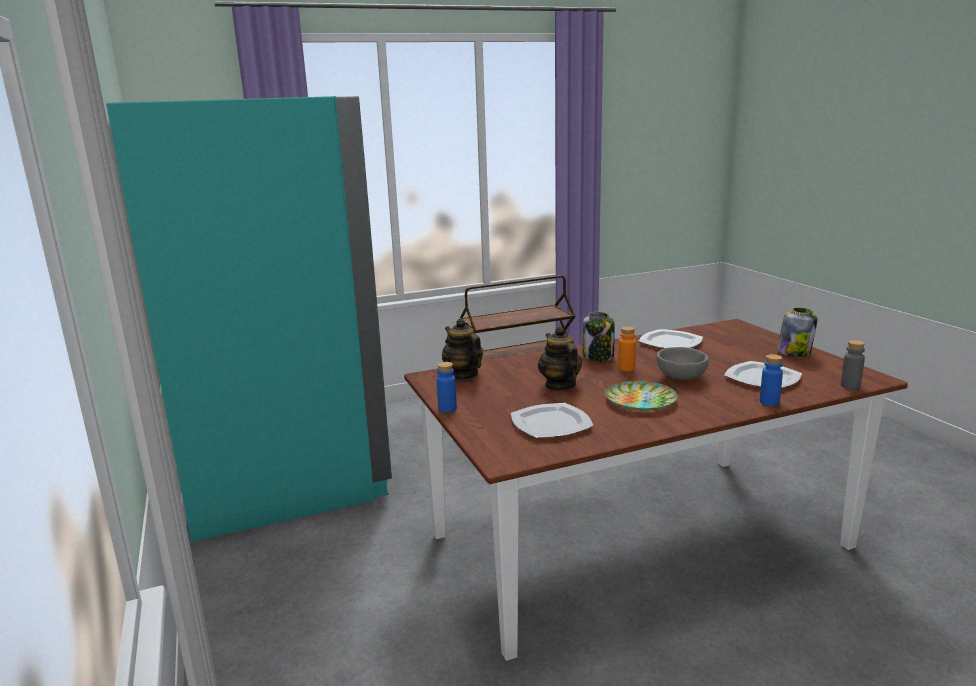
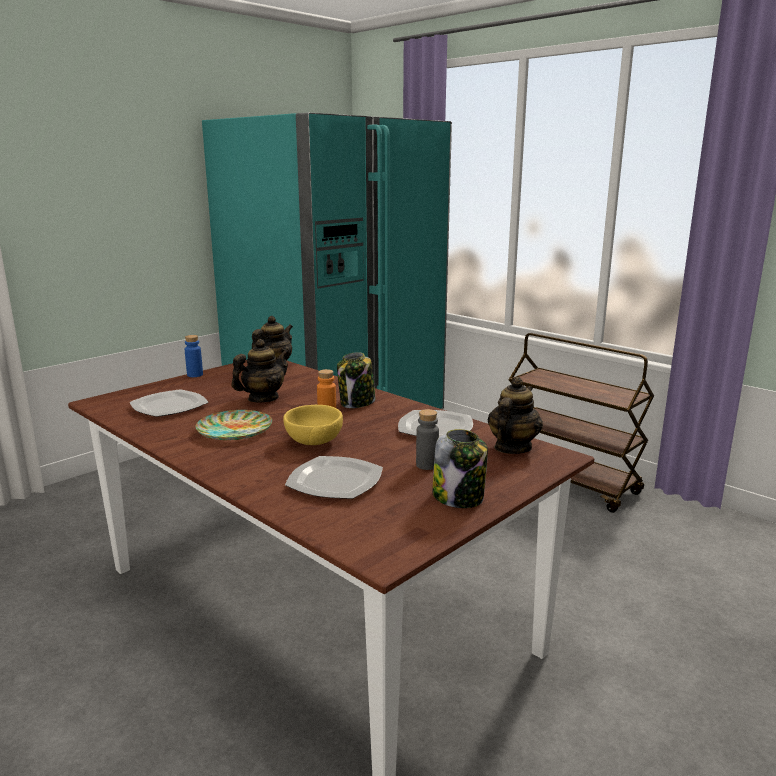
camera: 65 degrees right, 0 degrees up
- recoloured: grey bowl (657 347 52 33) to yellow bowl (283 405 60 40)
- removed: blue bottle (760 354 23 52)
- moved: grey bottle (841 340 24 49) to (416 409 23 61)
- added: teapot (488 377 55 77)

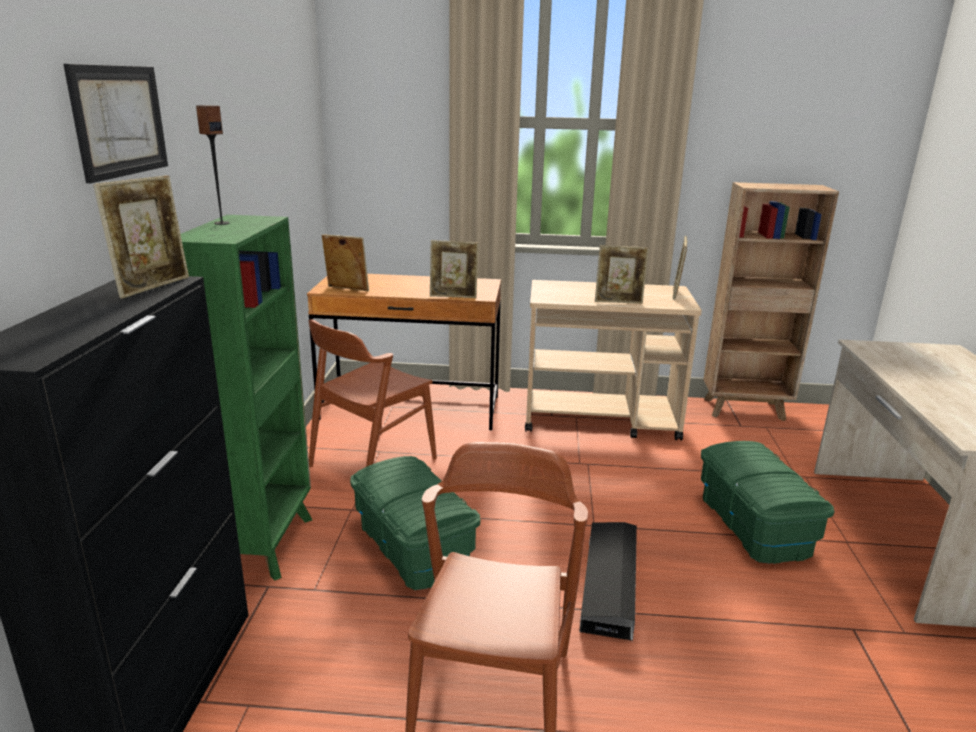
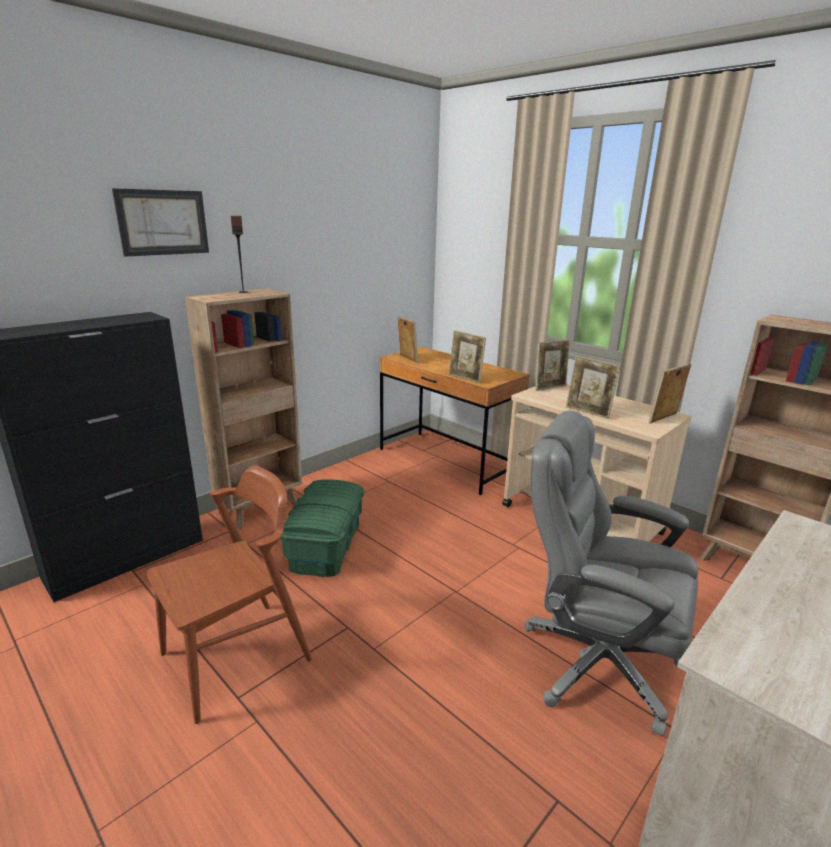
camera: 40 degrees right, 0 degrees up
- moved: picture frame (93 175 96 124) to (535 339 35 52)
- recoloured: green bookcase (180 215 132 366) to brown bookcase (185 289 117 240)
- removed: brown chair (308 319 129 148)
- removed: black storage box (579 522 58 119)
- replaced: green storage box (701 441 134 123) to grey office chair (525 410 173 327)

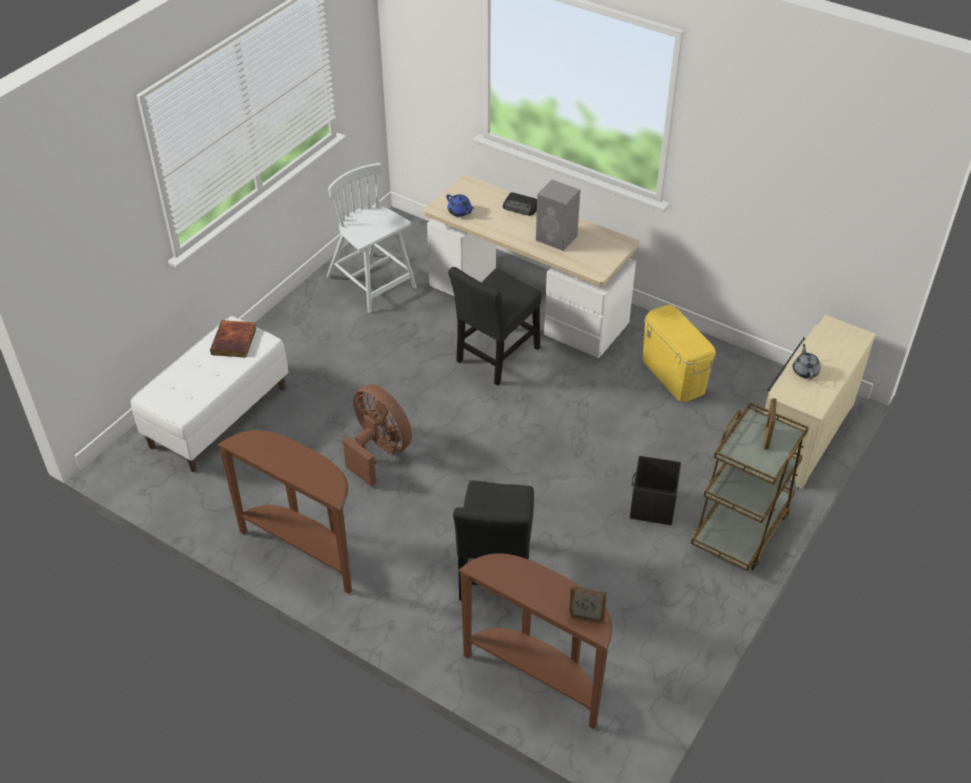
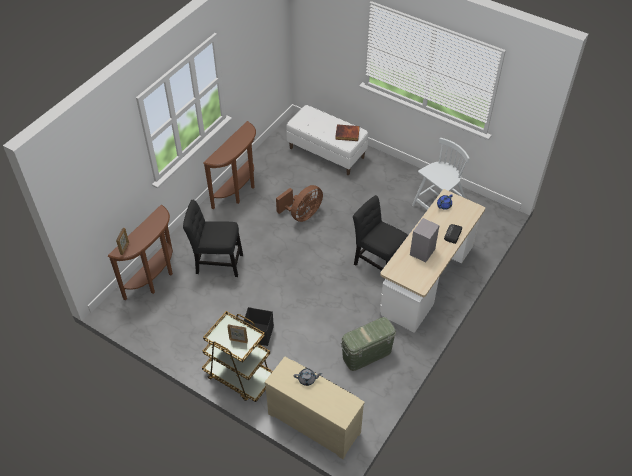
camera: 90 degrees right, 5 degrees up
- recoloured: yellow storage box (643 305 73 97) to green storage box (341 317 55 54)

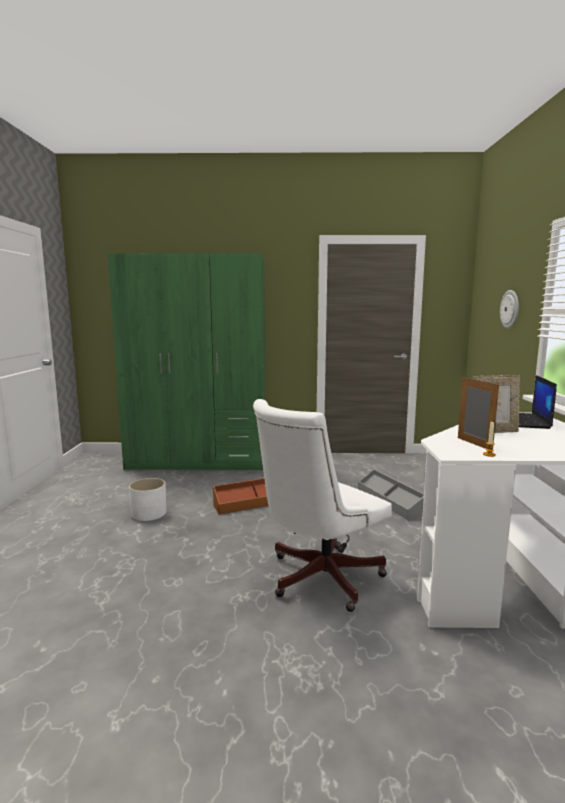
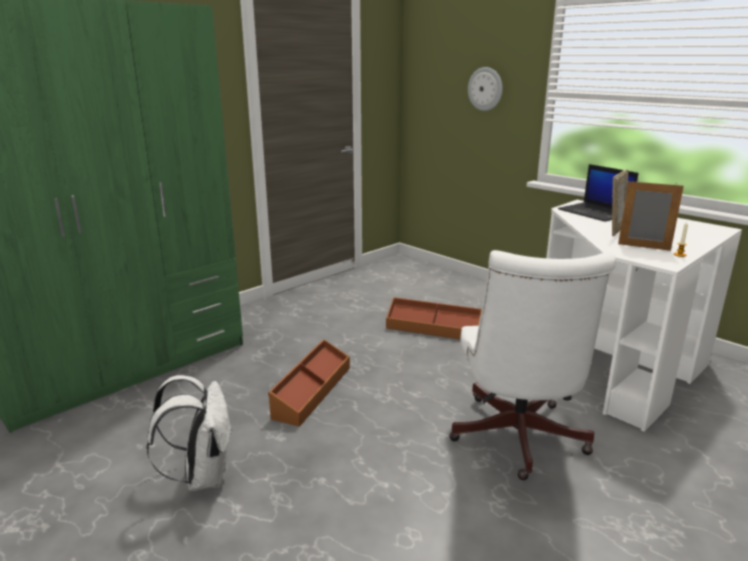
camera: 45 degrees left, 10 degrees up
- replaced: white planter (129 478 37 43) to white backpack (146 375 87 116)
- recoloured: grey storage box (358 469 66 51) to brown storage box (386 297 96 42)

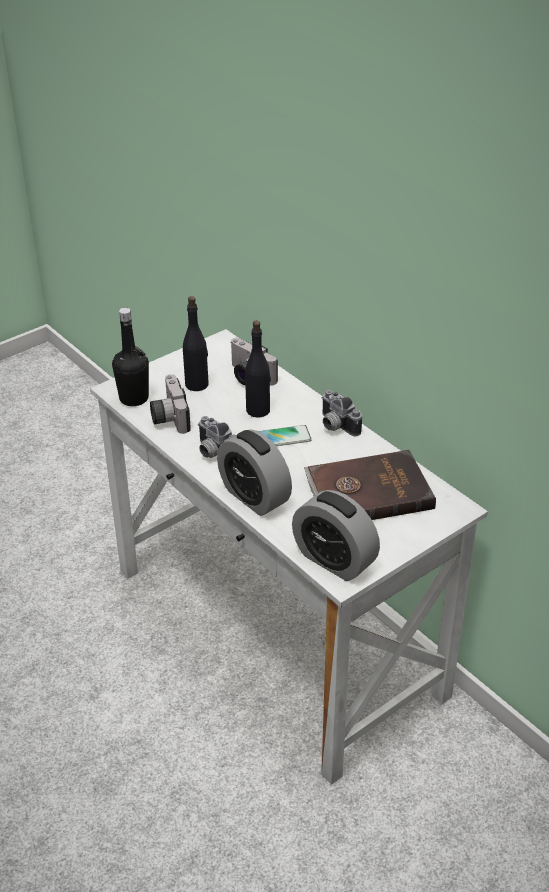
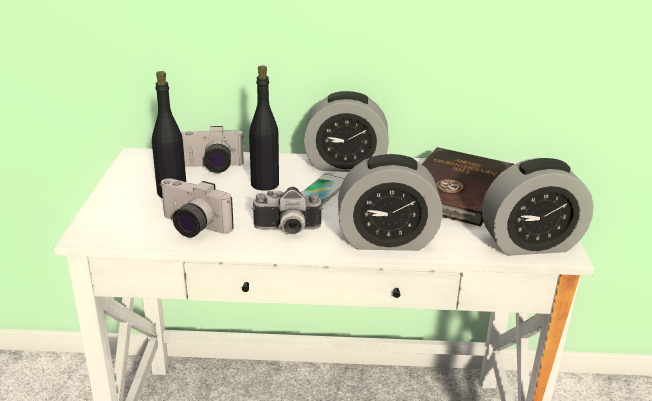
camera: 50 degrees left, 10 degrees down
- removed: black bottle (112 308 37 98)
- replaced: photo camera (322 390 40 46) to alarm clock (304 91 85 81)

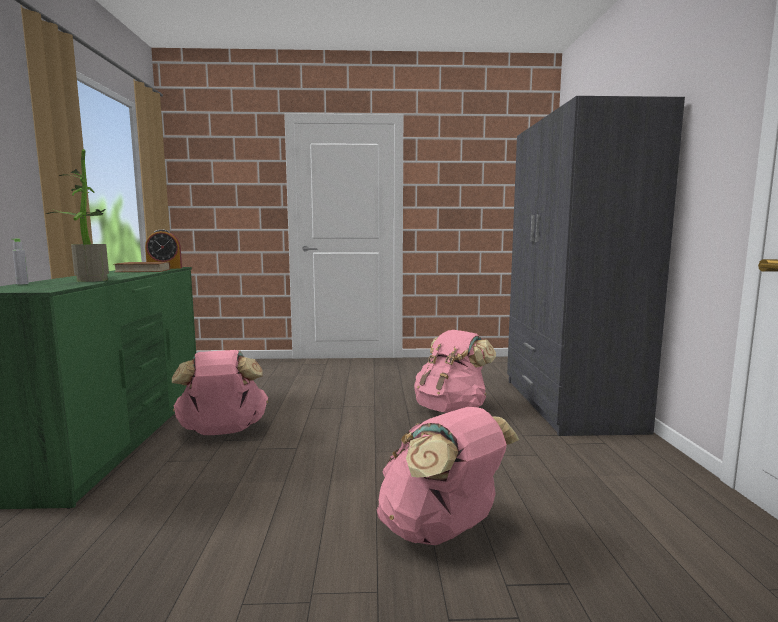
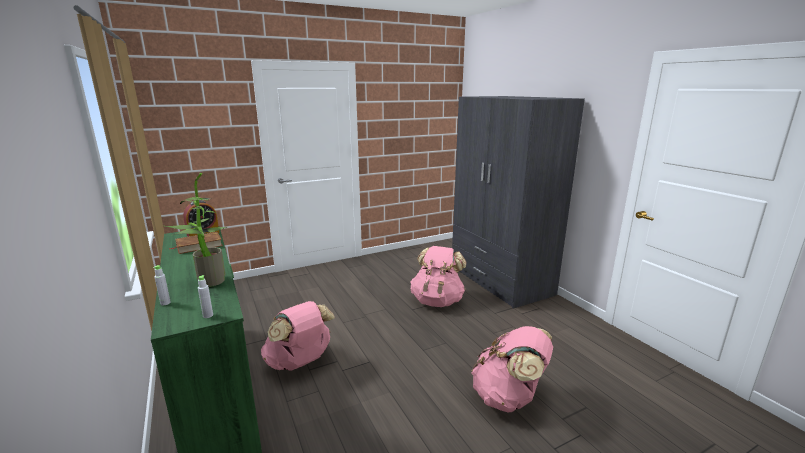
camera: 25 degrees left, 10 degrees up
- added: grey bottle (198 275 15 43)

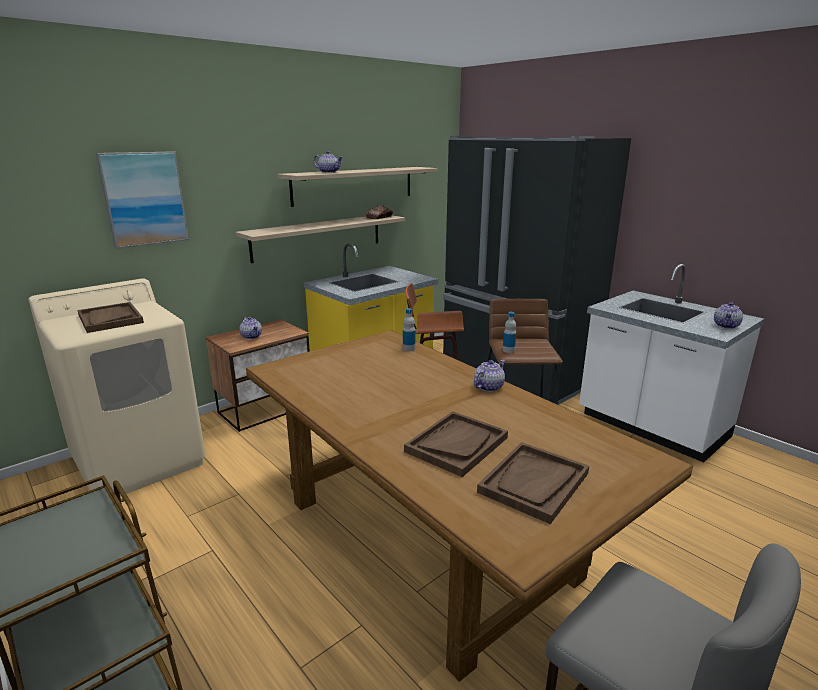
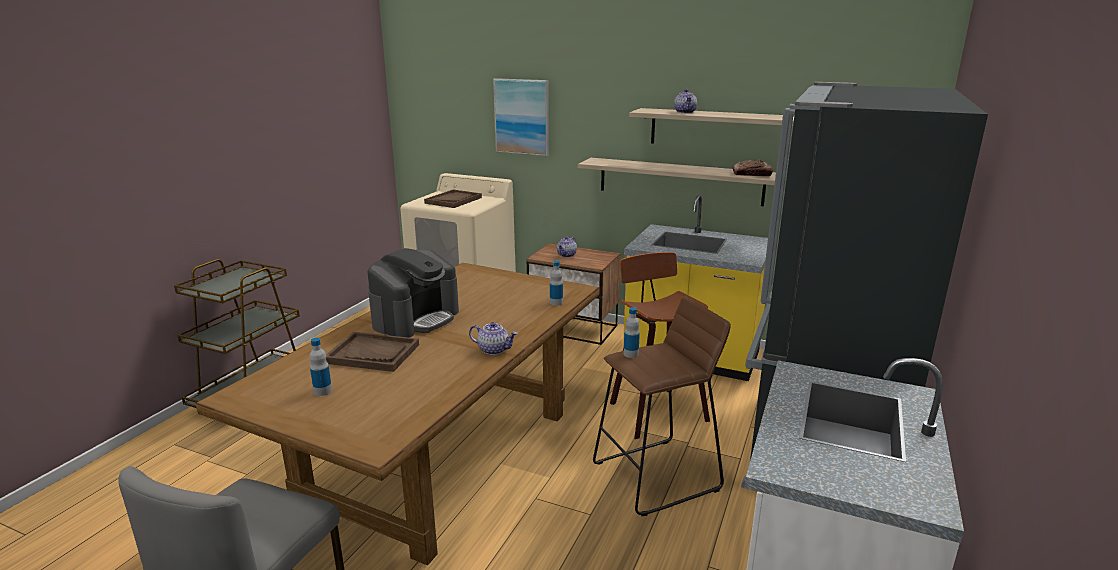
camera: 65 degrees right, 0 degrees up
- replaced: brown tray (477 442 112 82) to bottle (309 338 23 58)
- removed: teapot (714 302 29 27)
- added: coffee machine (367 248 92 90)

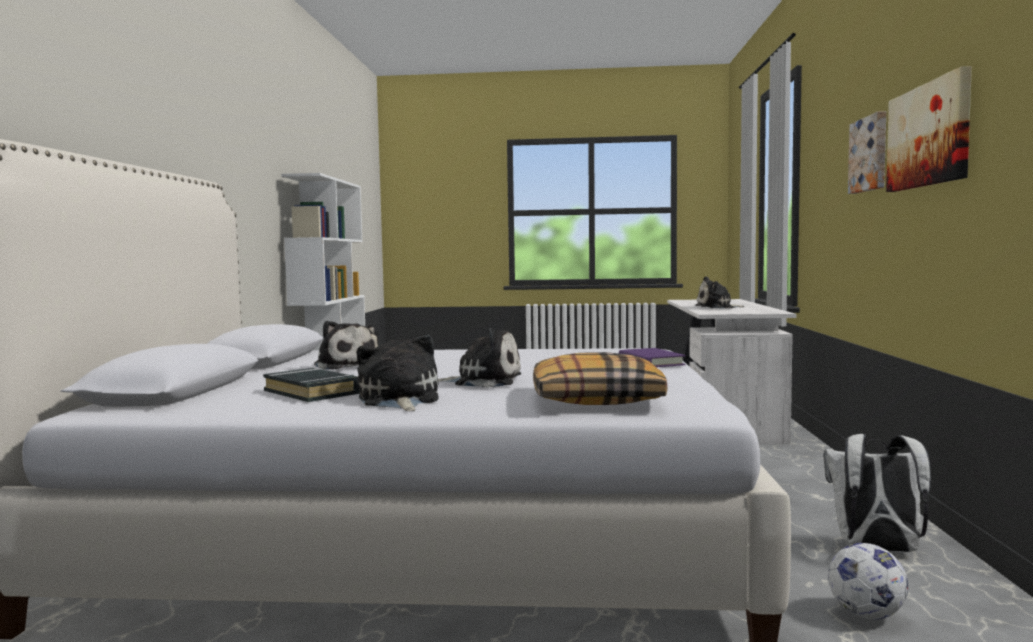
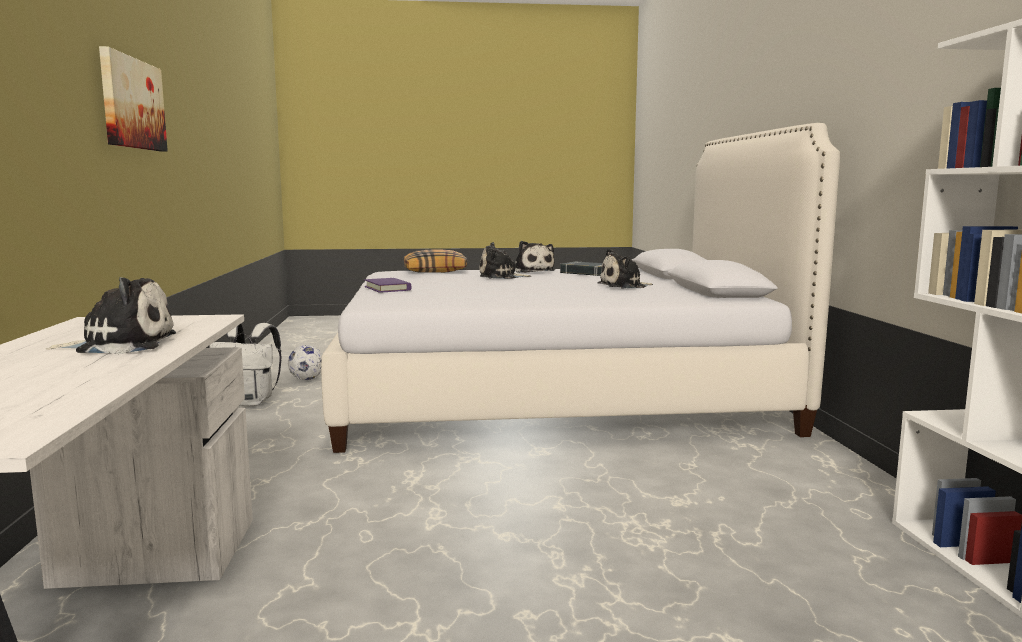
camera: 170 degrees right, 5 degrees up
- turned: plush toy (314 321 64 49) = (598 248 55 41) 60 degrees counterclockwise
- removed: picture (848 111 38 83)

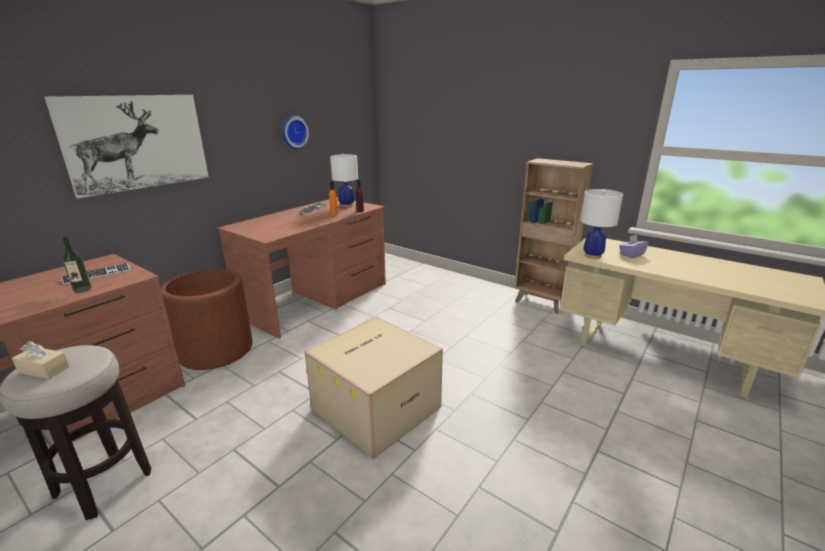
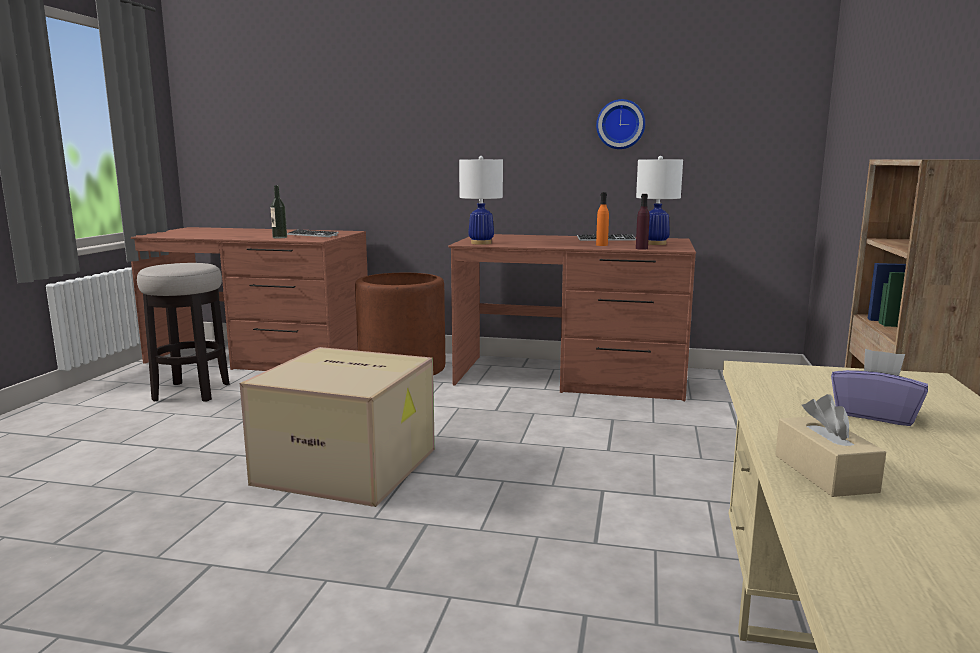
camera: 65 degrees right, 10 degrees down
- moved: beige tissue box (12 341 58 38) to (776 394 110 103)
- removed: picture (44 95 165 103)
- moved: white table lamp (581 189 42 70) to (459 156 44 89)

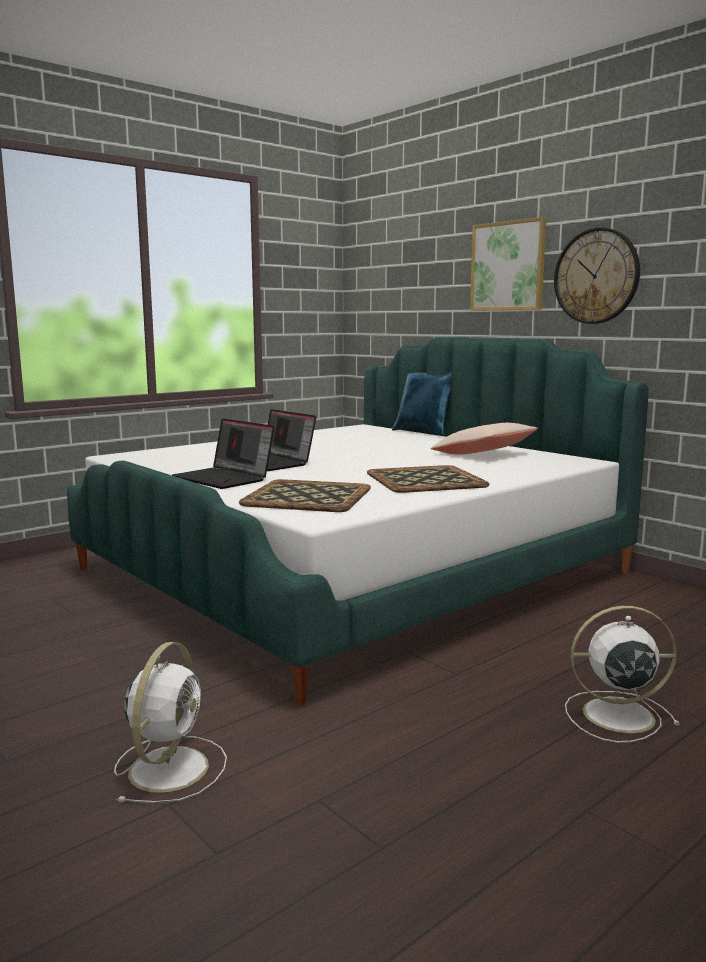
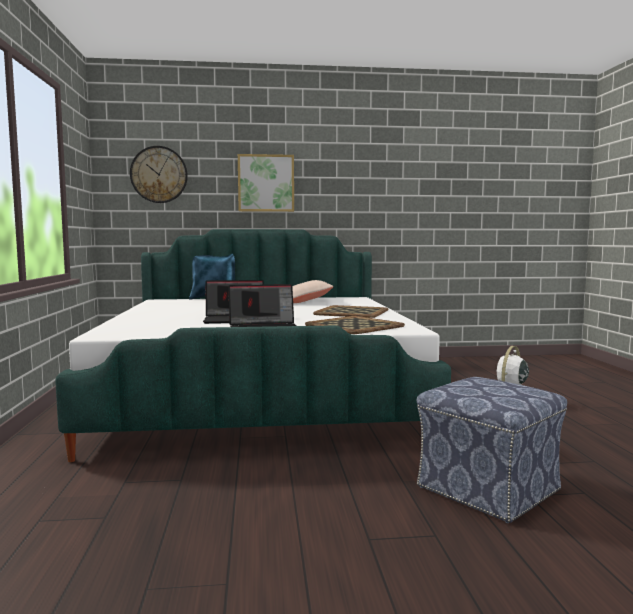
camera: 55 degrees left, 5 degrees down
- replaced: white fan (114 642 113 161) to ottoman (417 377 150 146)
- moved: wall clock (554 228 86 96) to (130 146 58 57)

